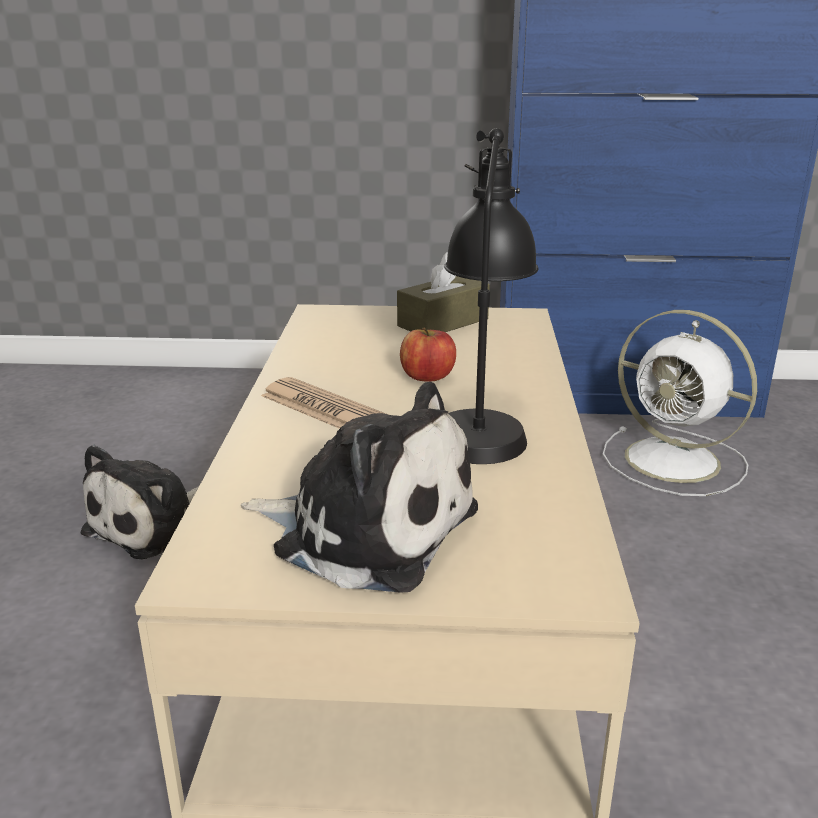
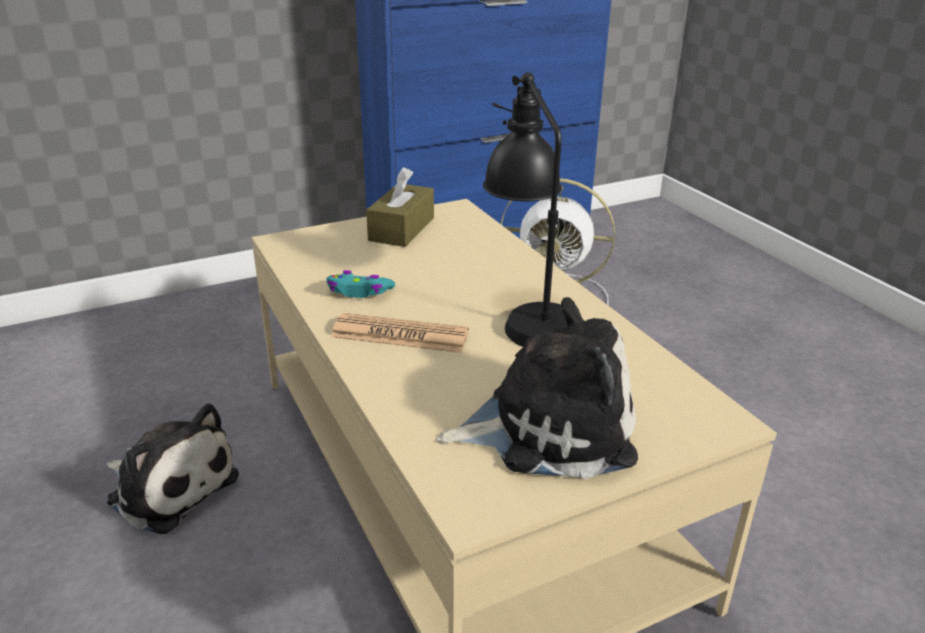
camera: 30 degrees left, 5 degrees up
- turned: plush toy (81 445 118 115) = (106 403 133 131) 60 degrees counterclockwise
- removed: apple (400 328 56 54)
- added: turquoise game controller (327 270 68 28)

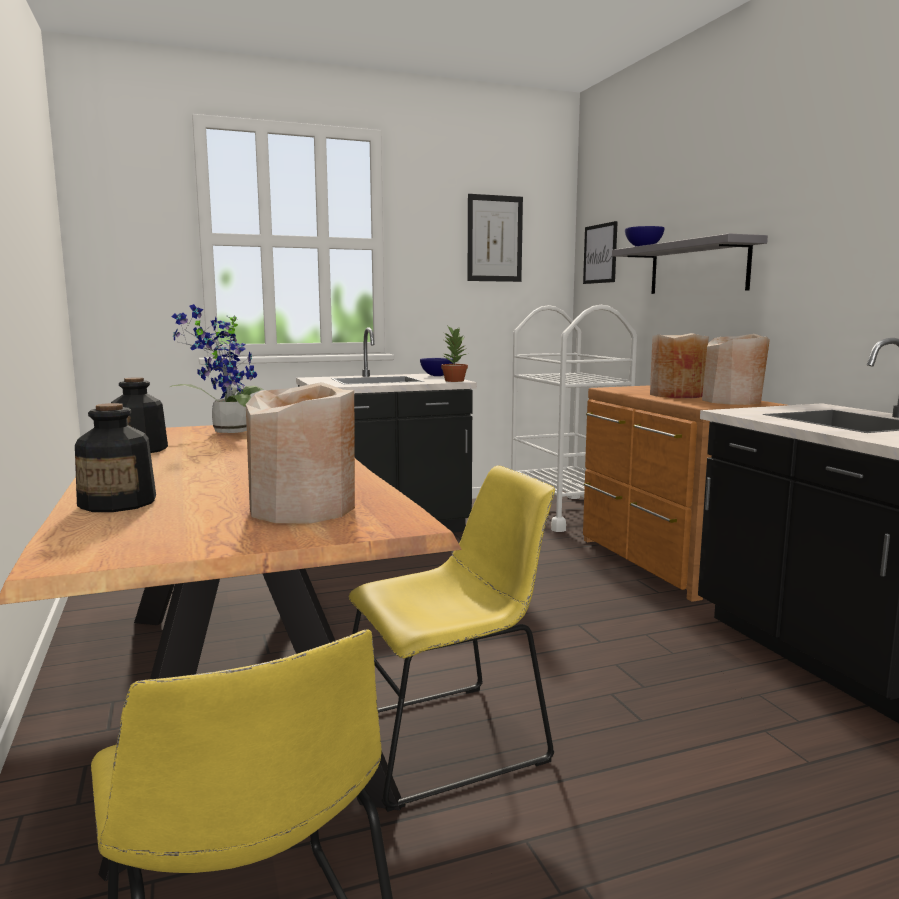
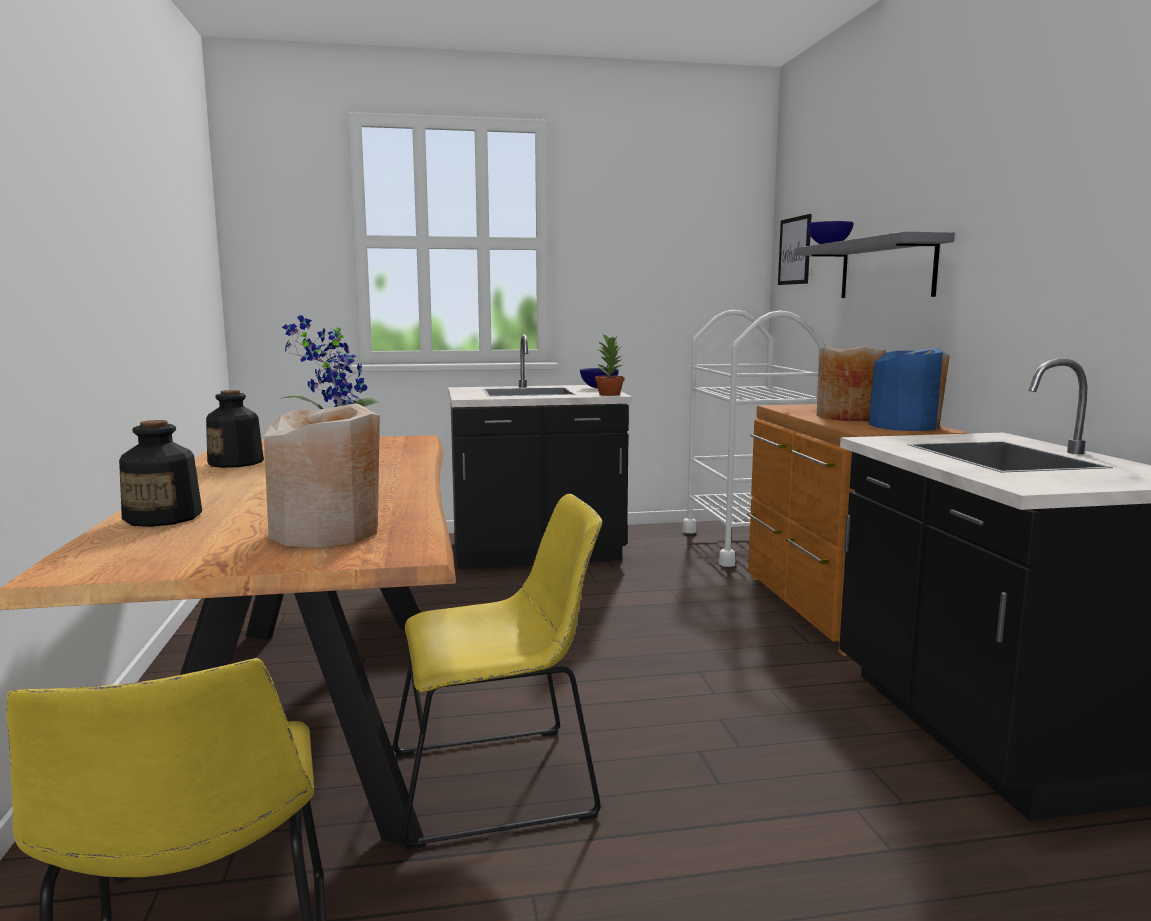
camera: 10 degrees right, 0 degrees up
- removed: picture (468 194 55 88)
- recoloured: beige vase (702 334 68 71) to blue vase (869 348 81 83)

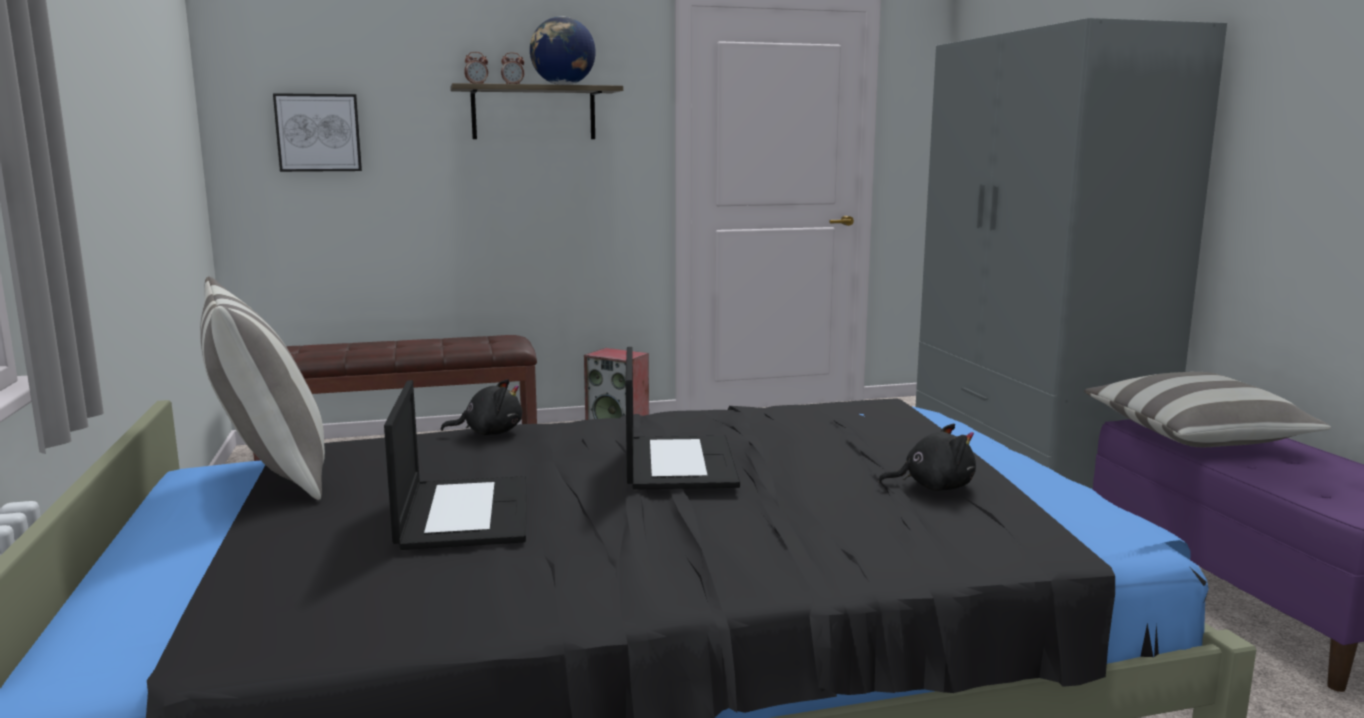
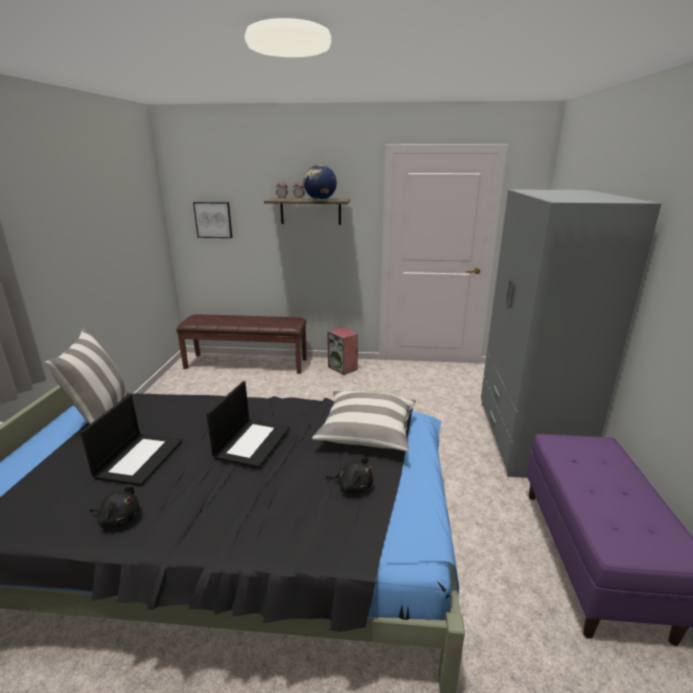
camera: 20 degrees right, 10 degrees up
- moved: black plush toy (441 379 81 56) to (90 486 49 42)
- moved: pillow (1084 372 247 75) to (312 391 104 60)

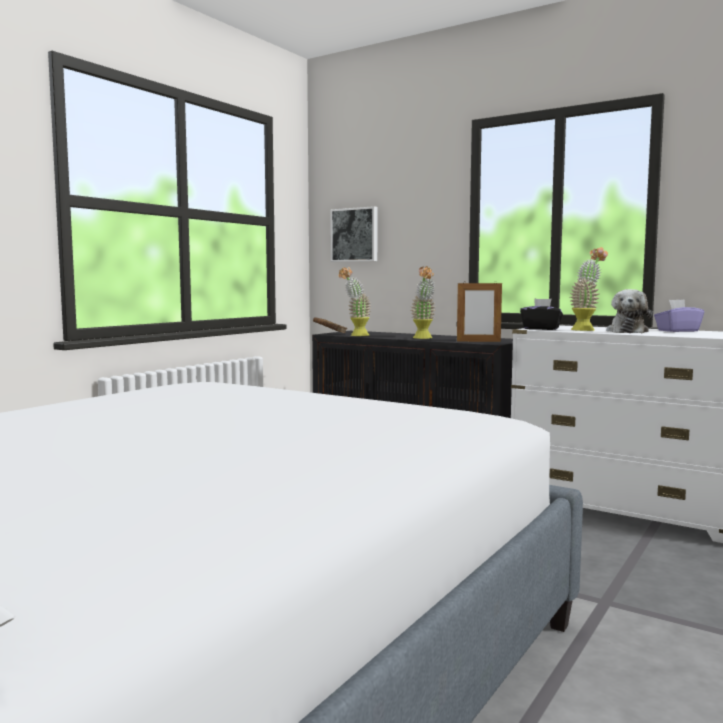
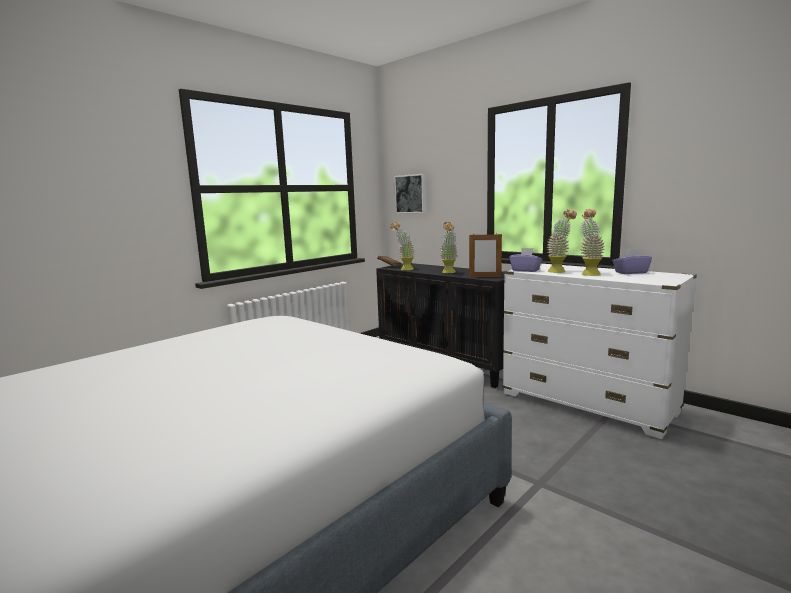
camera: 10 degrees right, 5 degrees up
- recoloured: black tissue box (520 299 43 31) to purple tissue box (509 248 34 24)
- replaced: plush toy (606 289 47 44) to potted plant (580 209 25 67)

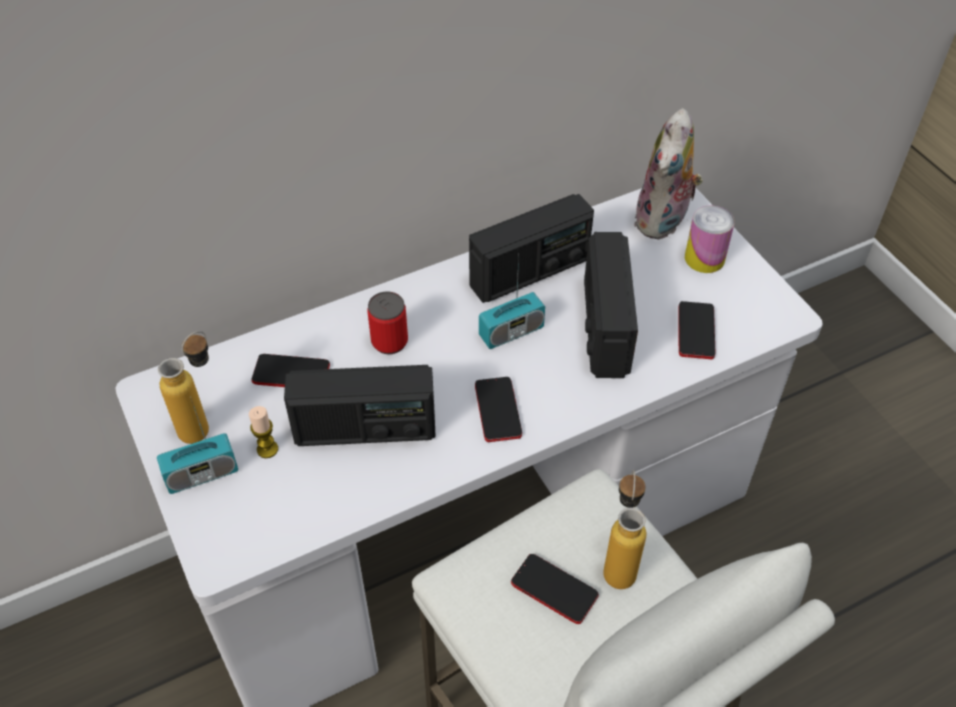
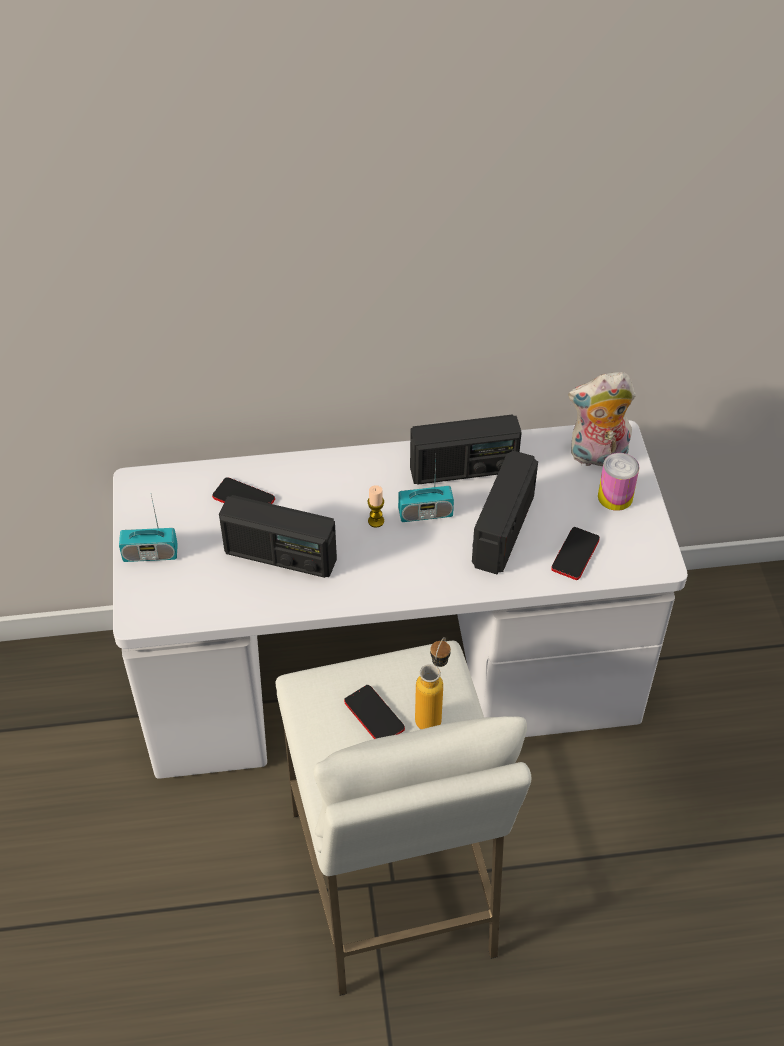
camera: 20 degrees right, 0 degrees up
- removed: bottle (158 331 51 113)
- moved: candle (249 406 29 52) to (367 485 17 43)
- removed: can (367 291 41 63)
- removed: phone (475 377 47 65)
- turned: plush toy (634 108 69 132) = (568 372 68 97) 45 degrees clockwise

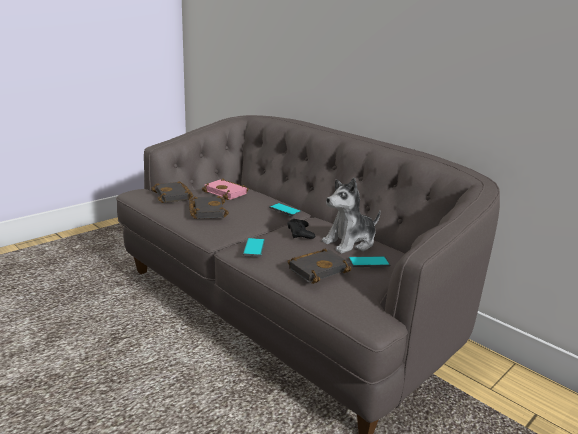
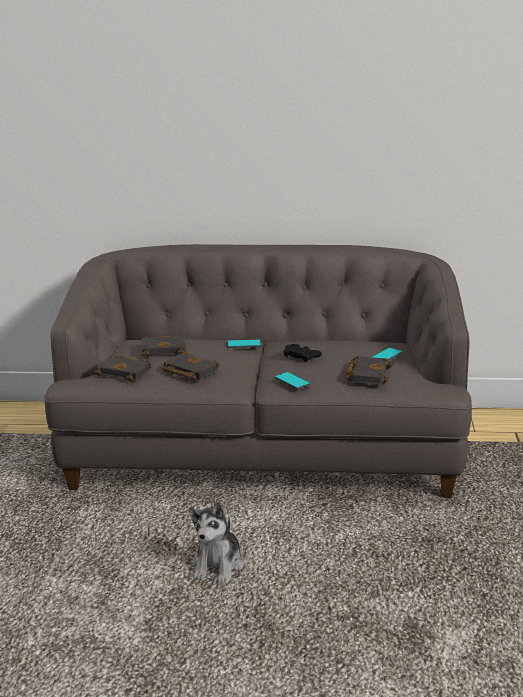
camera: 40 degrees left, 0 degrees up
- recoloured: pink book (202 178 47 22) to black book (141 334 45 23)
- moved: plush toy (322 178 59 75) to (189 502 55 81)

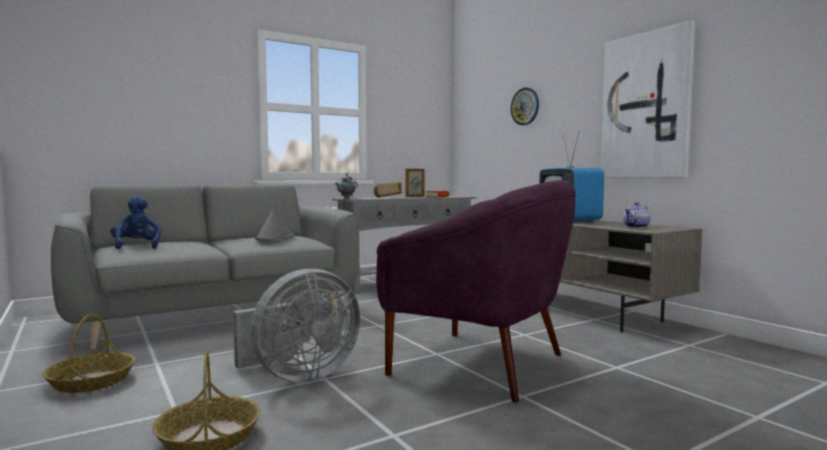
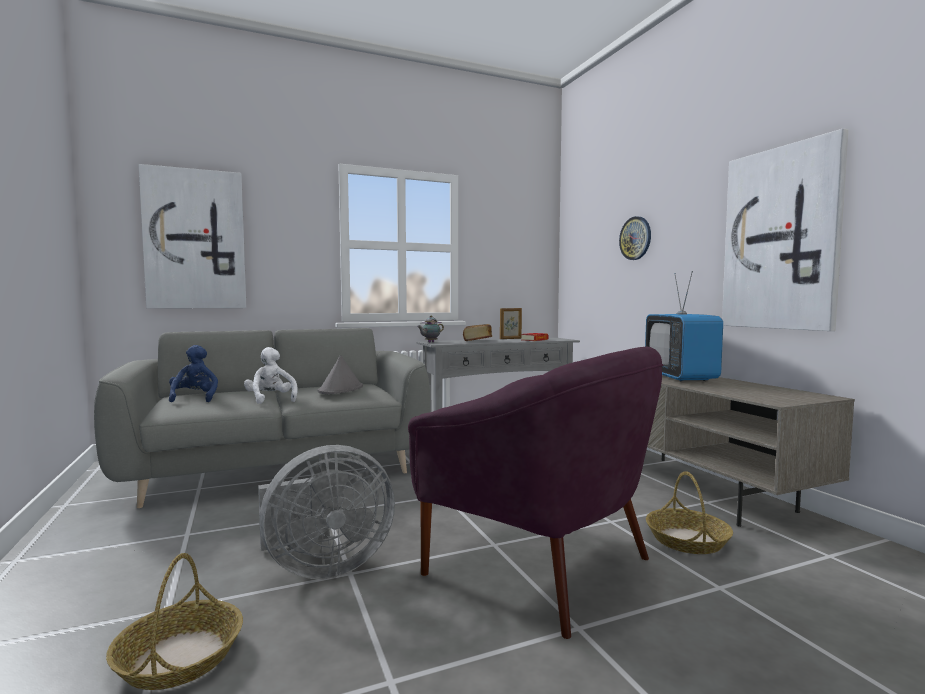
camera: 10 degrees right, 0 degrees up
- moved: basket (42 314 93 79) to (646 471 87 83)
- removed: teapot (623 202 28 26)
- added: picture (138 164 108 145)
- added: white plush toy (244 347 53 57)

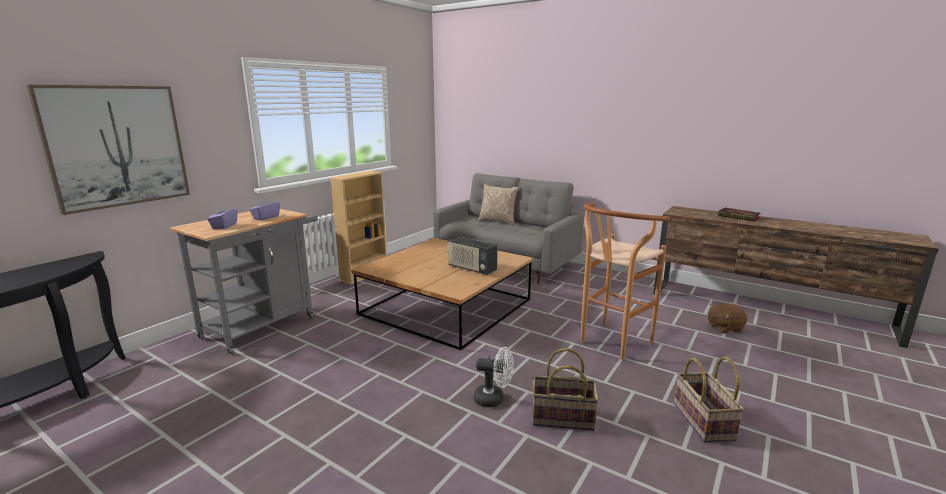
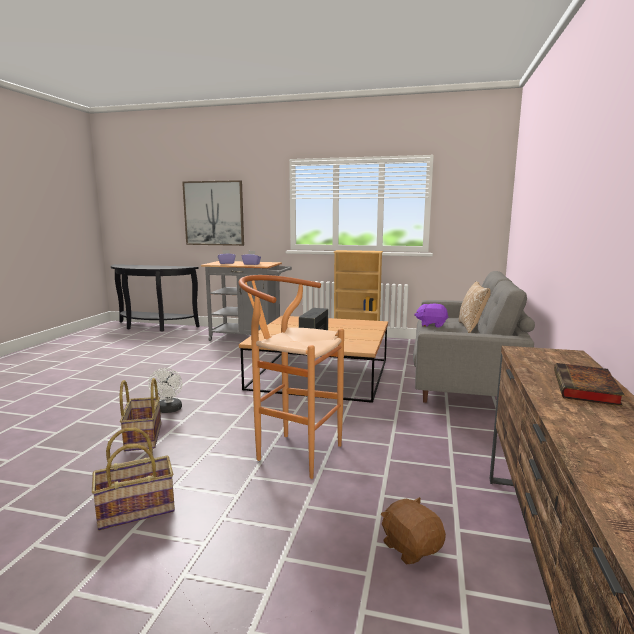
camera: 70 degrees right, 5 degrees down
- added: purple plush toy (414 304 34 24)

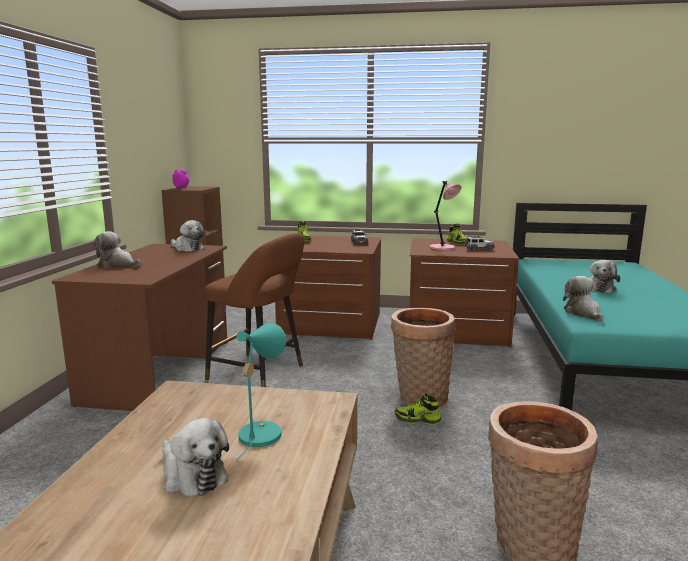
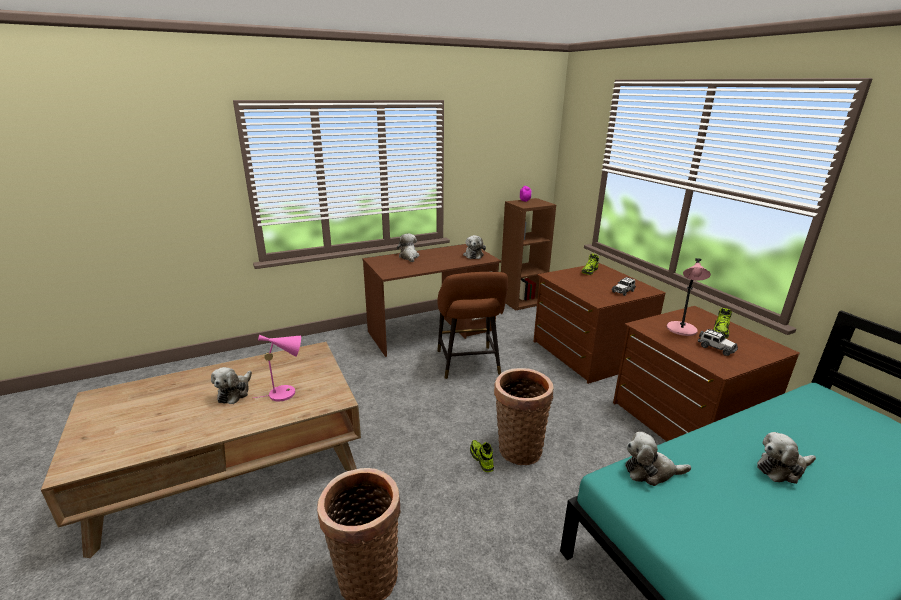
camera: 55 degrees right, 10 degrees up
- recoloured: turquoise table lamp (237 323 49 137) to pink table lamp (253 335 48 66)
- turned: plush toy (563 276 40 45) = (625 432 66 54) 135 degrees counterclockwise

